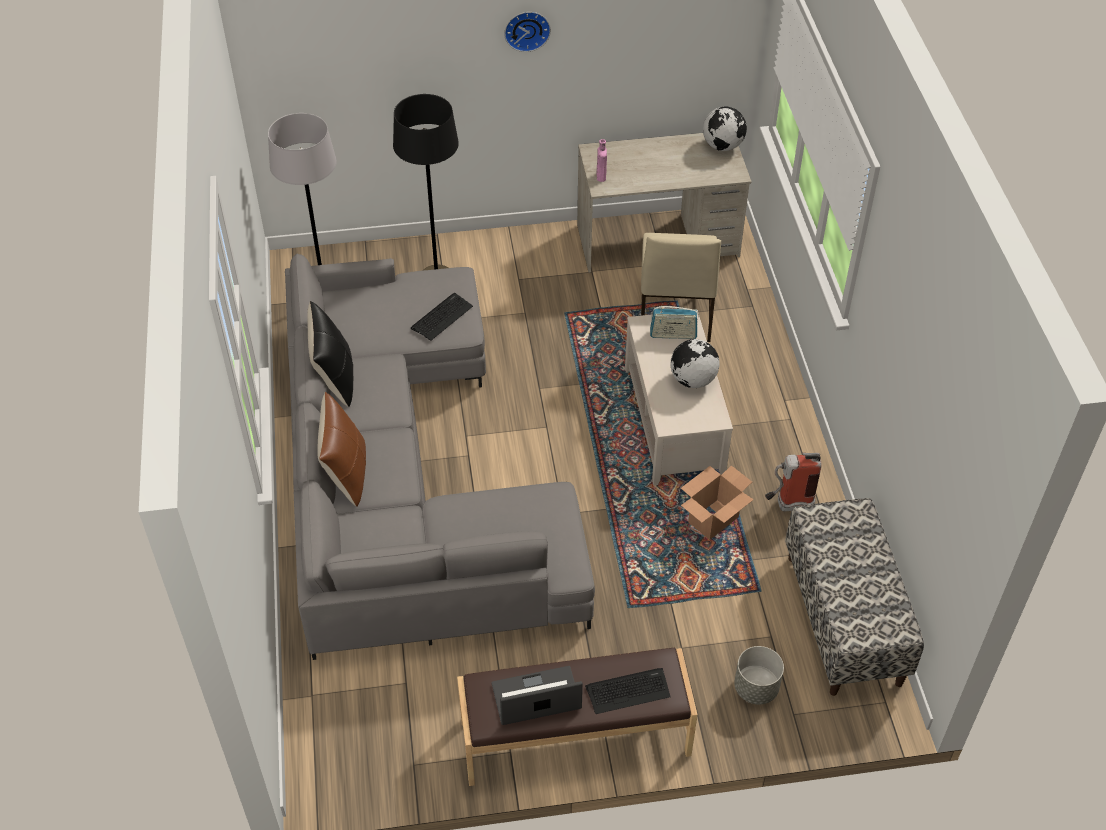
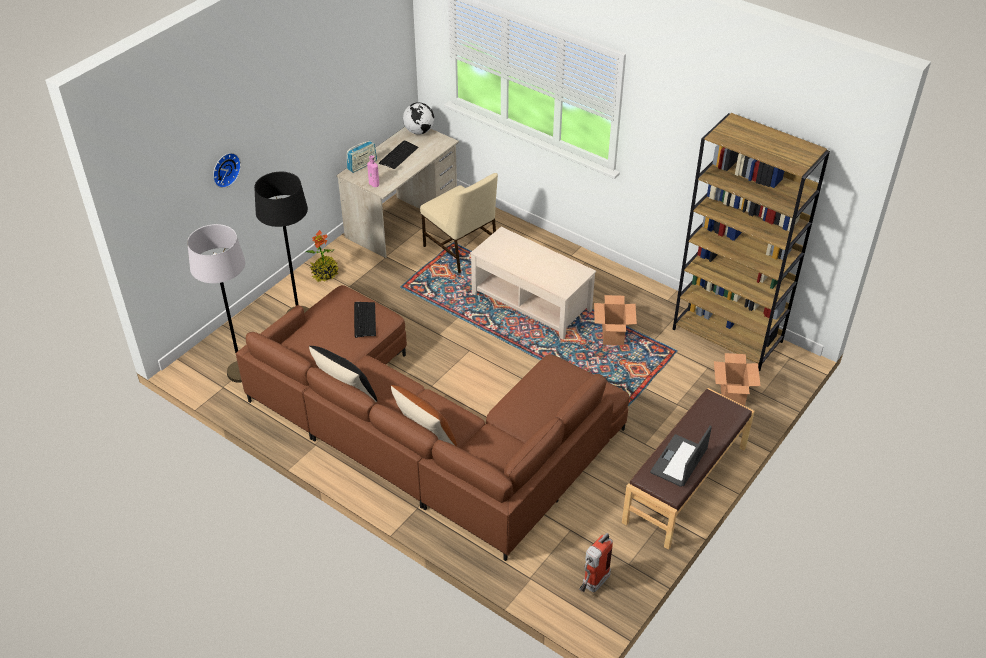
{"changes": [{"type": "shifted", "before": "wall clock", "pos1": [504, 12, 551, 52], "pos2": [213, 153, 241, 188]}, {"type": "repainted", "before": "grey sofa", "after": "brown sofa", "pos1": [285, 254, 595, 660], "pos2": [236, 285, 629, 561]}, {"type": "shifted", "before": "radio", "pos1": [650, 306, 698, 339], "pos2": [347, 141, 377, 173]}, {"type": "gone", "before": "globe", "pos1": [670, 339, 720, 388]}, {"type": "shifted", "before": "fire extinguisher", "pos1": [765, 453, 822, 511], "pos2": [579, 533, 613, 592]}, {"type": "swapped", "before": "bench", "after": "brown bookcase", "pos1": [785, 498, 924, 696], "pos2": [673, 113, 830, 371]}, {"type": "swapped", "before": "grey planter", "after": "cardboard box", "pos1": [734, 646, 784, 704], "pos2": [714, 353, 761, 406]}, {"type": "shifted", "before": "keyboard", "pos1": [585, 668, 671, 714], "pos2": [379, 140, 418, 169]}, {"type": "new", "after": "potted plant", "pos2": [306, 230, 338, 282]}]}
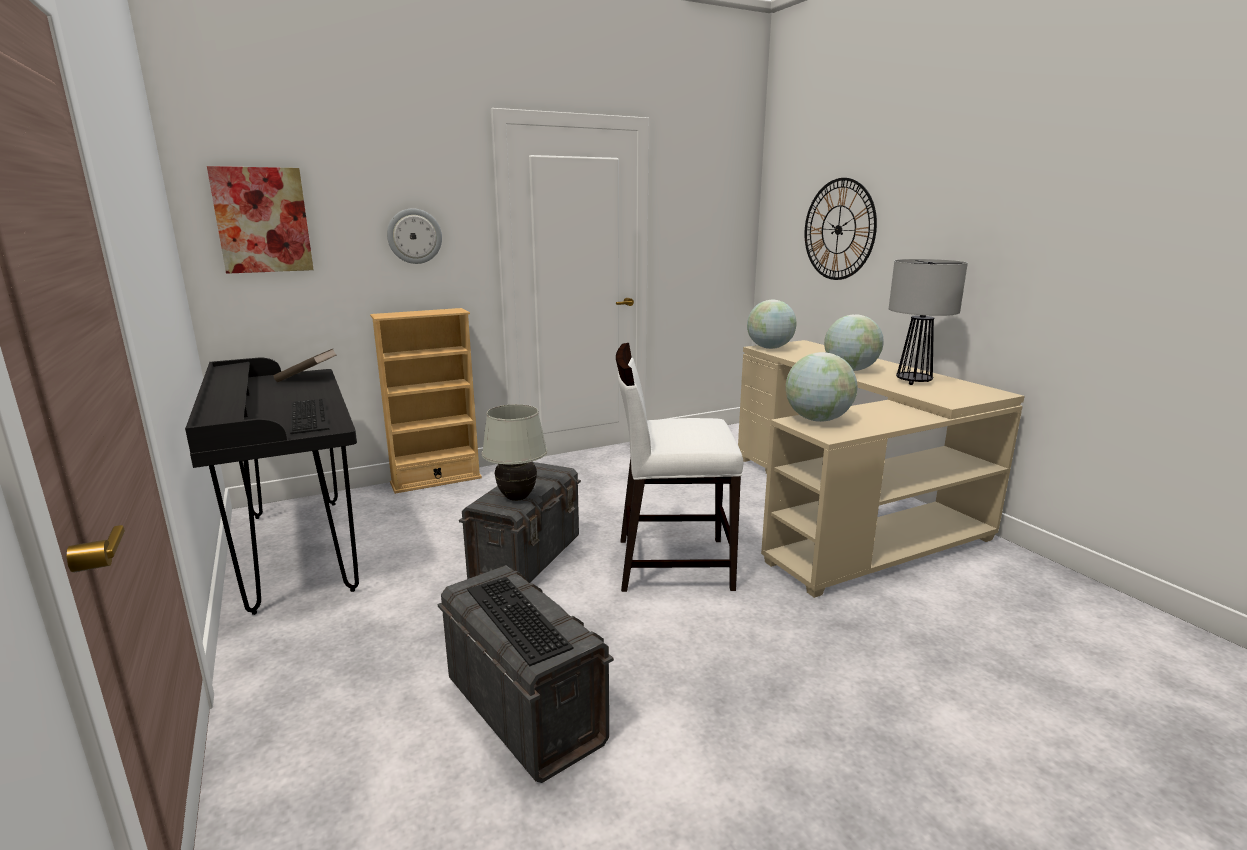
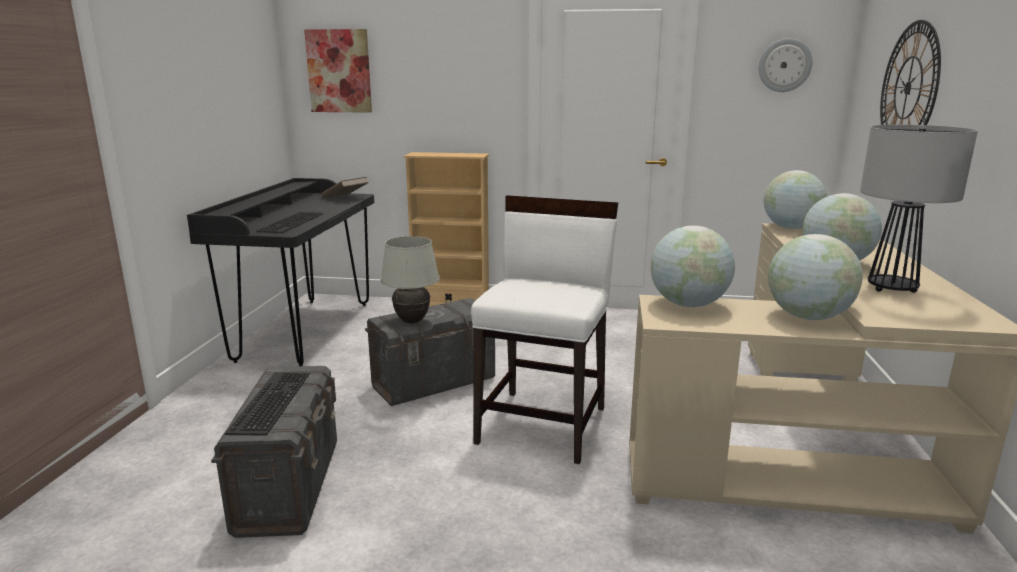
{"changes": [{"type": "shifted", "before": "wall clock", "pos1": [387, 208, 442, 264], "pos2": [759, 38, 812, 92]}, {"type": "rotated", "before": "white chair", "pos1": [616, 343, 743, 592], "pos2": [471, 195, 618, 464], "turn": 75}, {"type": "new", "after": "globe", "pos2": [768, 234, 863, 320]}]}
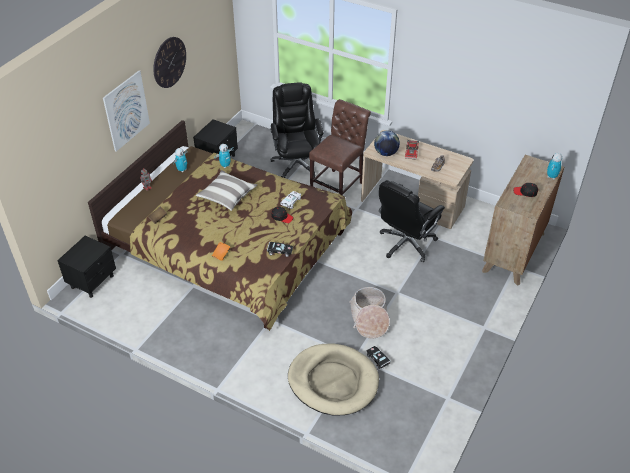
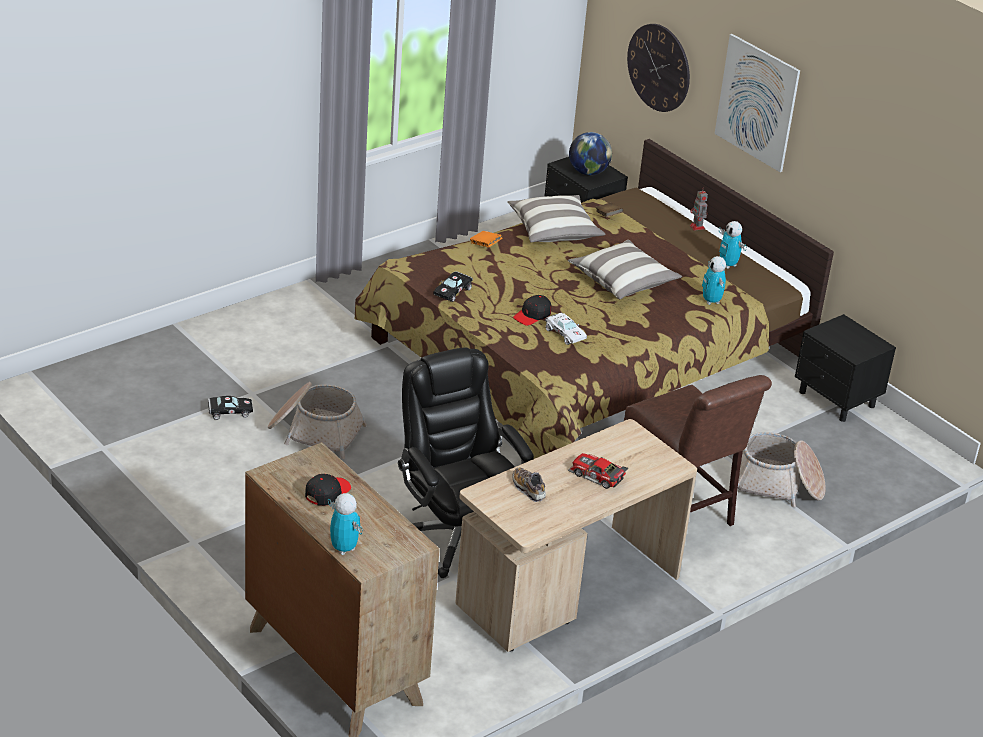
{"changes": [{"type": "shifted", "before": "wall clock", "pos1": [153, 37, 186, 88], "pos2": [627, 24, 690, 112]}, {"type": "swapped", "before": "black office chair", "after": "basket", "pos1": [270, 83, 324, 178], "pos2": [737, 432, 826, 507]}, {"type": "shifted", "before": "globe", "pos1": [374, 131, 400, 156], "pos2": [569, 132, 612, 175]}, {"type": "gone", "before": "beige dog bed", "pos1": [288, 344, 379, 415]}, {"type": "new", "after": "pillow", "pos2": [507, 195, 606, 243]}]}
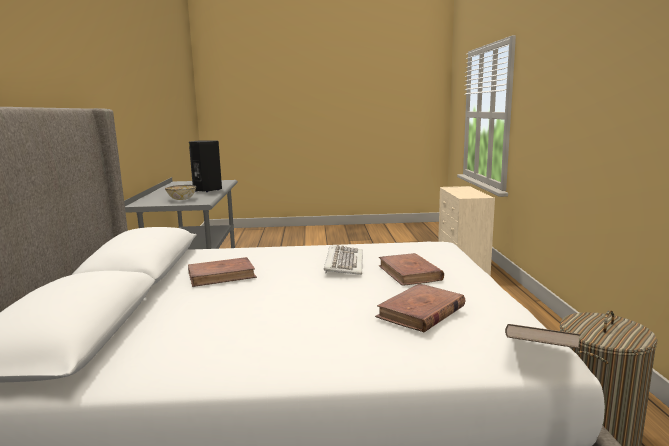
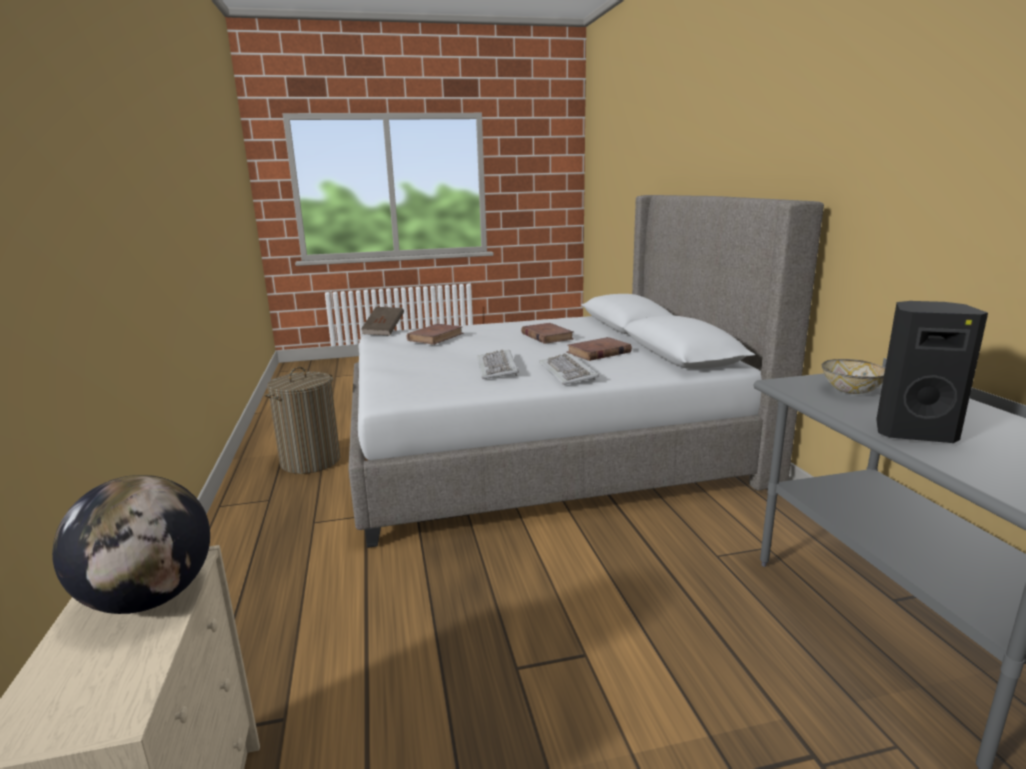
{"changes": [{"type": "shifted", "before": "brown book", "pos1": [379, 253, 444, 286], "pos2": [521, 323, 574, 344]}, {"type": "new", "after": "keyboard", "pos2": [539, 353, 599, 385]}, {"type": "new", "after": "globe", "pos2": [52, 475, 210, 614]}]}
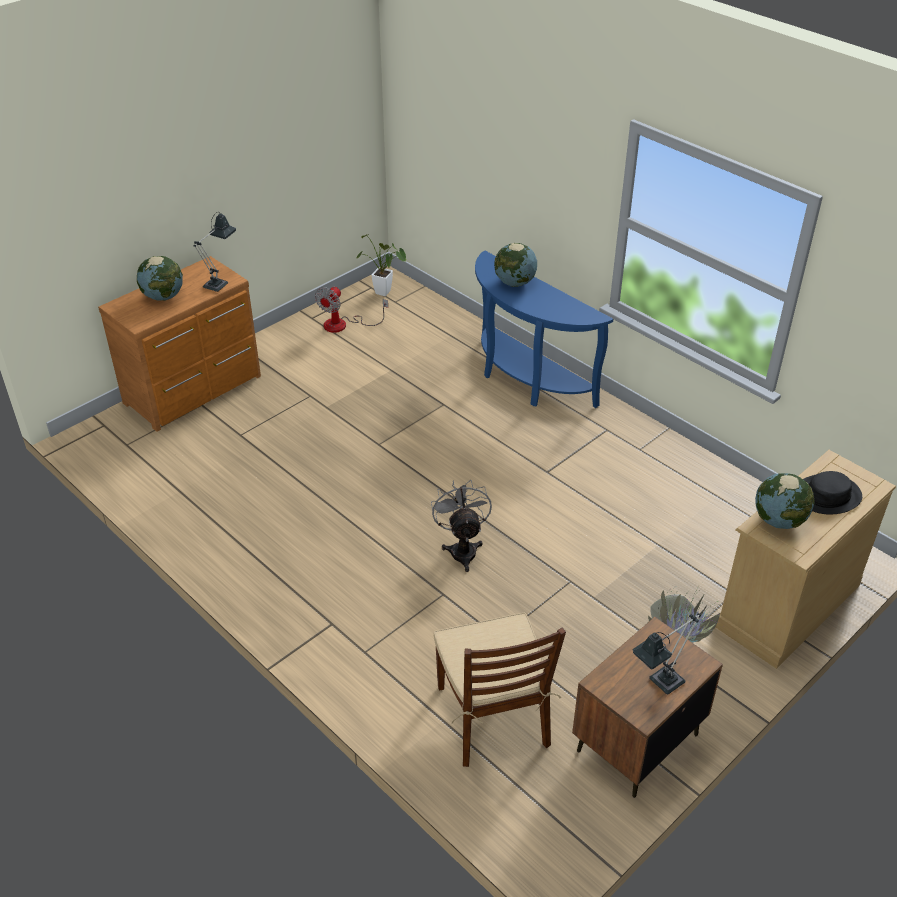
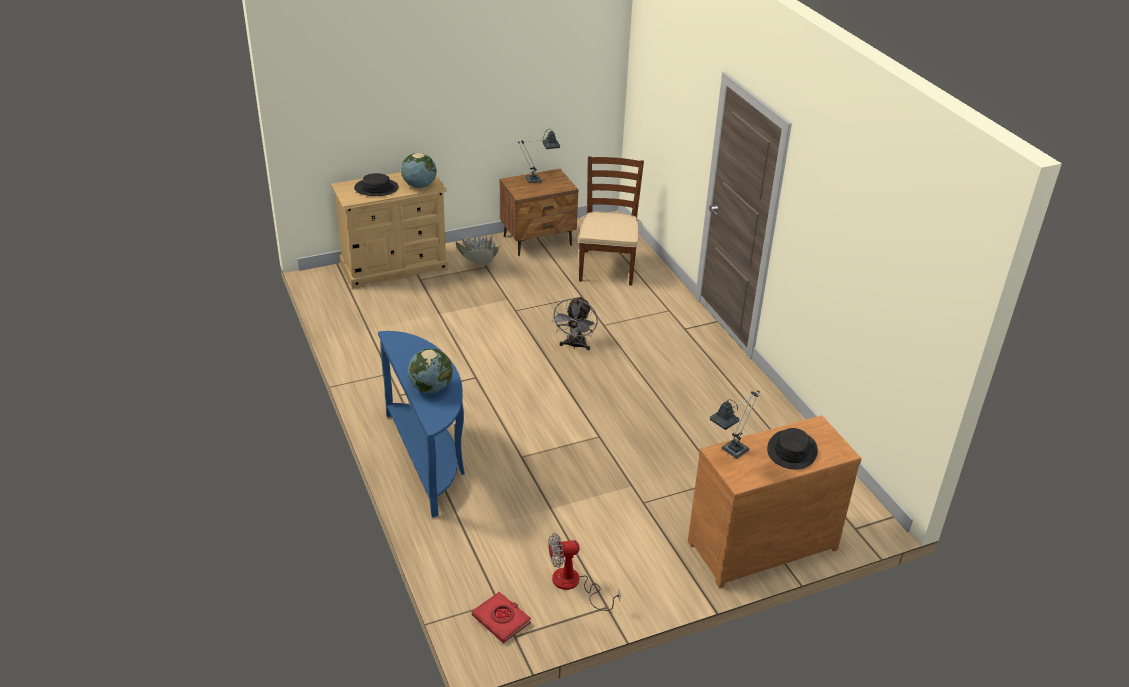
{"changes": [{"type": "swapped", "before": "potted plant", "after": "red book", "pos1": [356, 234, 406, 296], "pos2": [472, 592, 531, 643]}, {"type": "swapped", "before": "globe", "after": "black hat", "pos1": [137, 256, 183, 301], "pos2": [767, 428, 818, 469]}, {"type": "rotated", "before": "fan", "pos1": [315, 286, 388, 333], "pos2": [548, 533, 621, 611], "turn": -150}]}
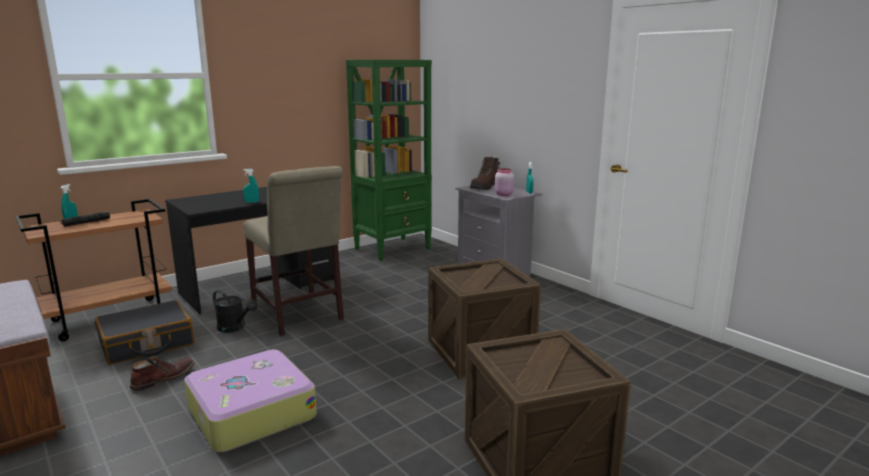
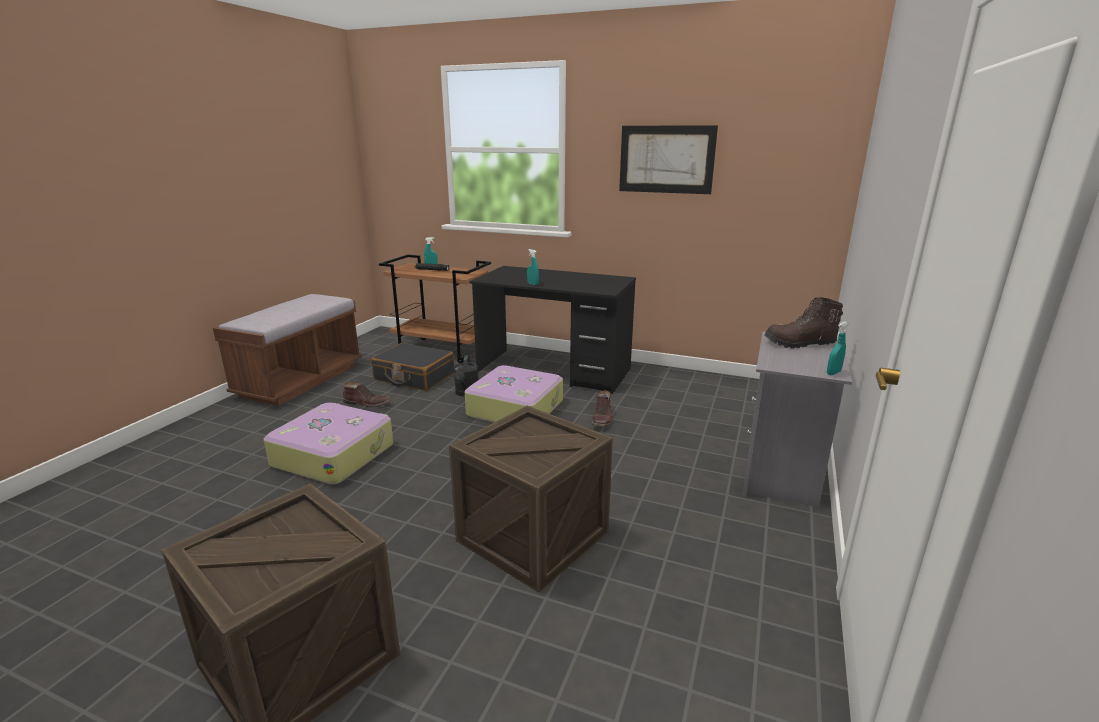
{"changes": [{"type": "gone", "before": "green bookcase", "pos1": [346, 60, 432, 261]}, {"type": "swapped", "before": "beige chair", "after": "suitcase", "pos1": [243, 166, 344, 336], "pos2": [464, 365, 563, 422]}, {"type": "gone", "before": "pink jar", "pos1": [495, 168, 514, 196]}, {"type": "new", "after": "picture", "pos2": [619, 125, 718, 194]}, {"type": "new", "after": "brown boot", "pos2": [591, 390, 612, 427]}]}
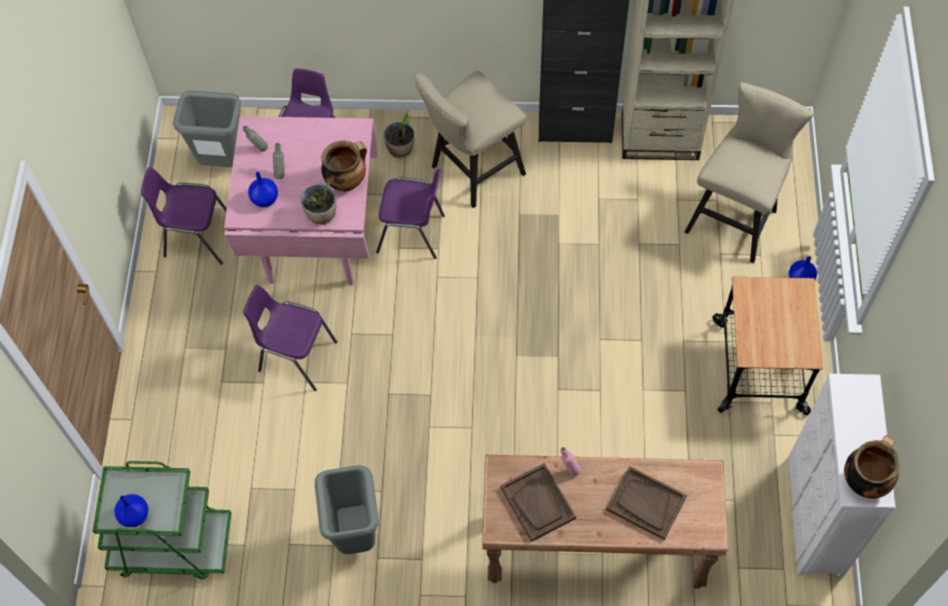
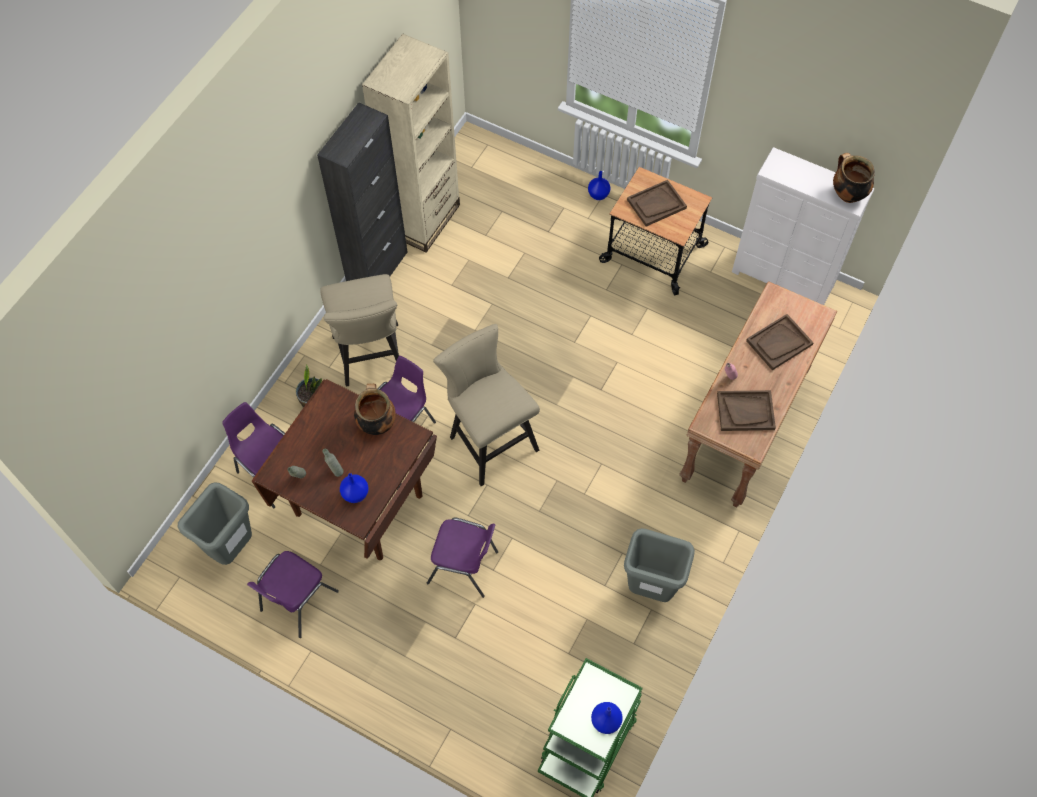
{"changes": [{"type": "shifted", "before": "beige stool", "pos1": [685, 82, 814, 263], "pos2": [433, 324, 540, 486]}, {"type": "repainted", "before": "pink dining table", "after": "brown dining table", "pos1": [224, 116, 377, 285], "pos2": [252, 379, 437, 560]}, {"type": "gone", "before": "potted plant", "pos1": [301, 182, 336, 225]}, {"type": "rotated", "before": "purple chair", "pos1": [243, 285, 337, 391], "pos2": [427, 518, 498, 598], "turn": -120}, {"type": "new", "after": "brown tray", "pos2": [627, 180, 687, 227]}]}
